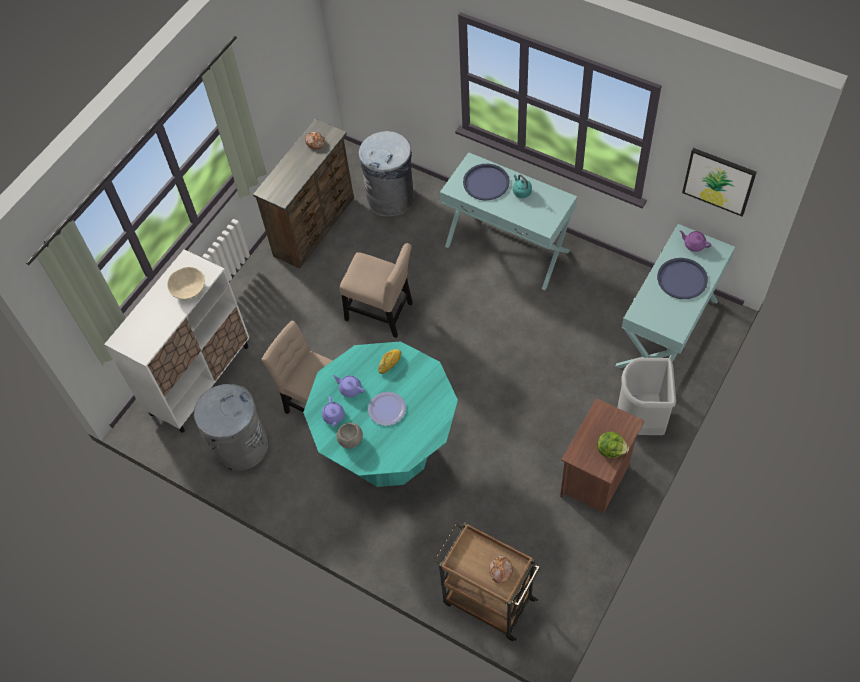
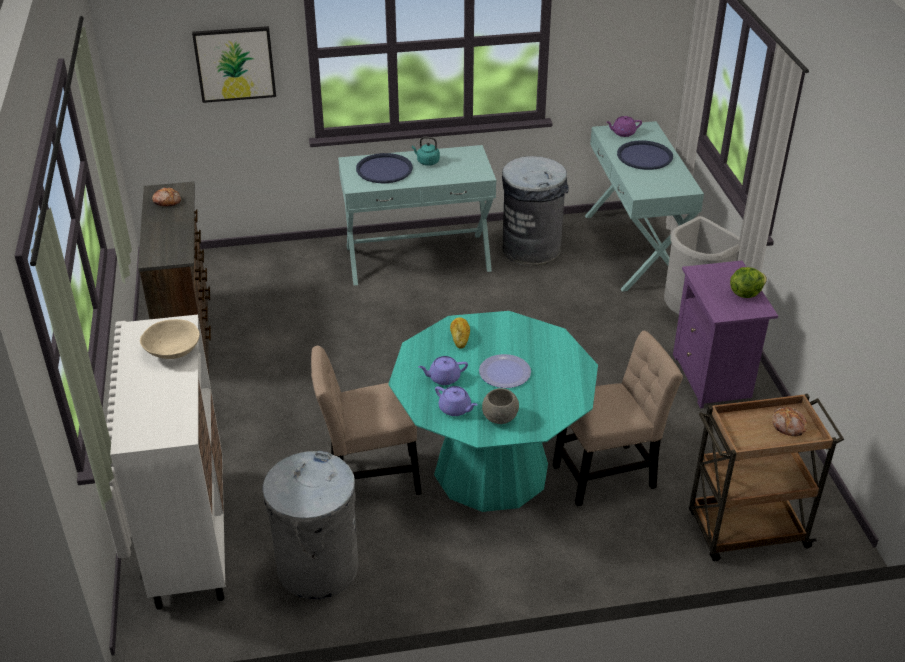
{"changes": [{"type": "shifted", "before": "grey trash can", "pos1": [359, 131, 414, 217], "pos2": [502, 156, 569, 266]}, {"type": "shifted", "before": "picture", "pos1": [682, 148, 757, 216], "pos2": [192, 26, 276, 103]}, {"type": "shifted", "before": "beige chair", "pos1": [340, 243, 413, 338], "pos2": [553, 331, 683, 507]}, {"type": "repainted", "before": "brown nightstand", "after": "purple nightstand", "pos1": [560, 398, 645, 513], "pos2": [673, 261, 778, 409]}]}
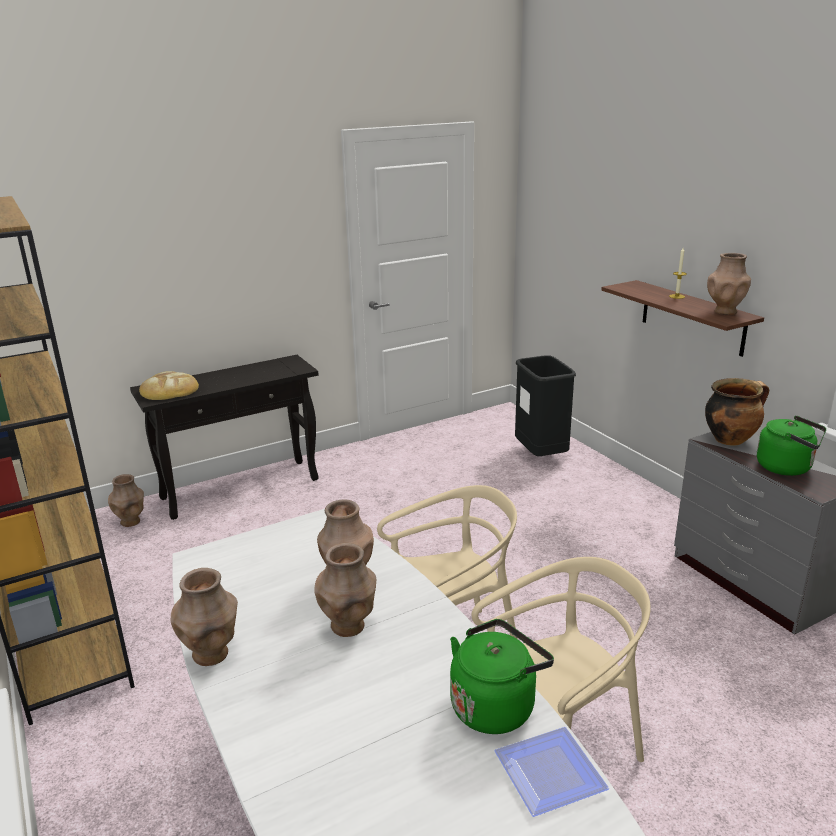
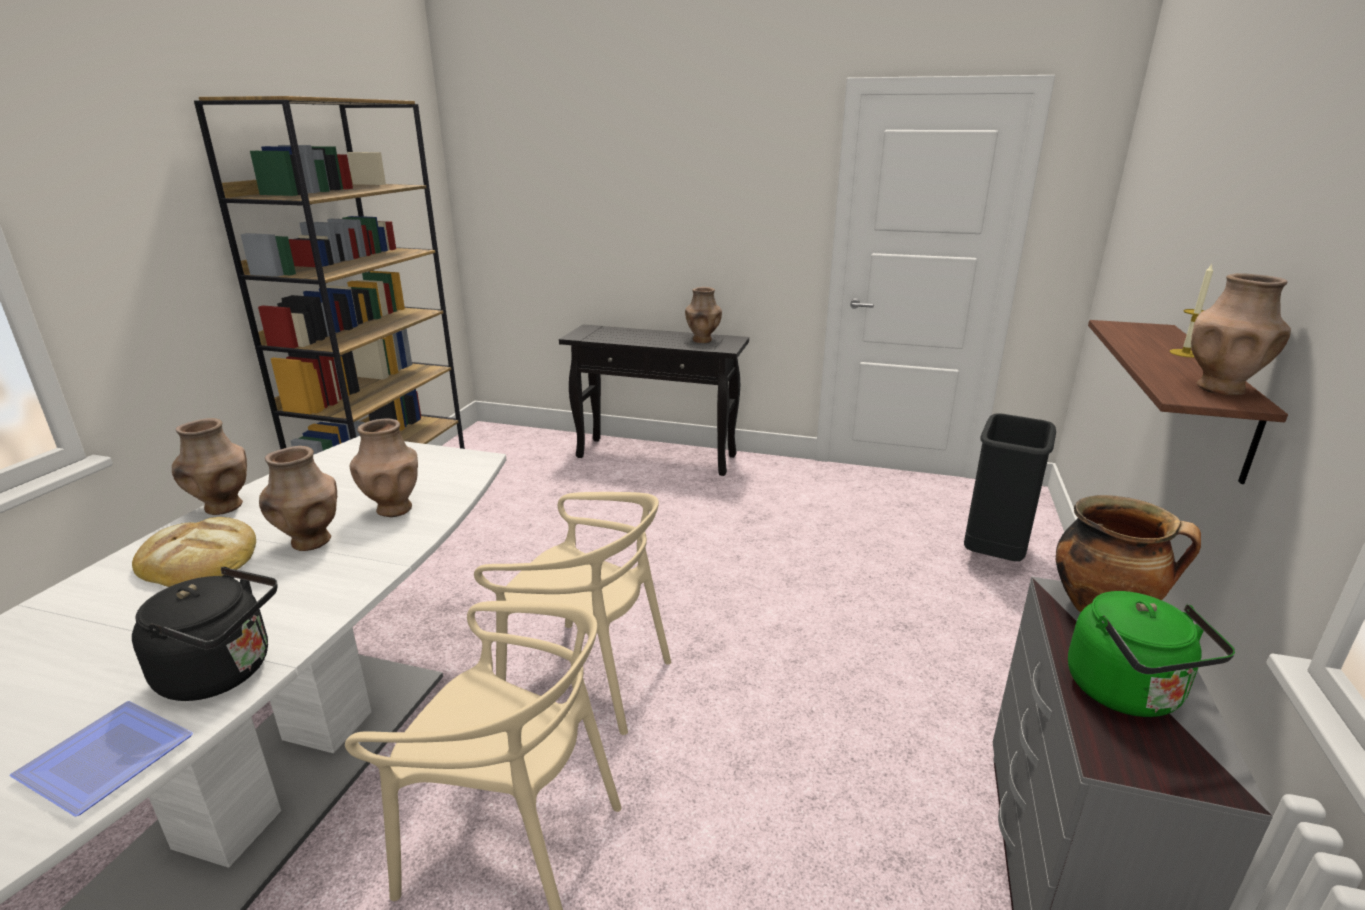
{"changes": [{"type": "shifted", "before": "bread", "pos1": [139, 371, 199, 400], "pos2": [132, 517, 256, 587]}, {"type": "shifted", "before": "brown vase", "pos1": [108, 474, 144, 527], "pos2": [685, 287, 722, 343]}, {"type": "repainted", "before": "green kettle", "after": "black kettle", "pos1": [450, 619, 554, 734], "pos2": [132, 567, 278, 701]}]}
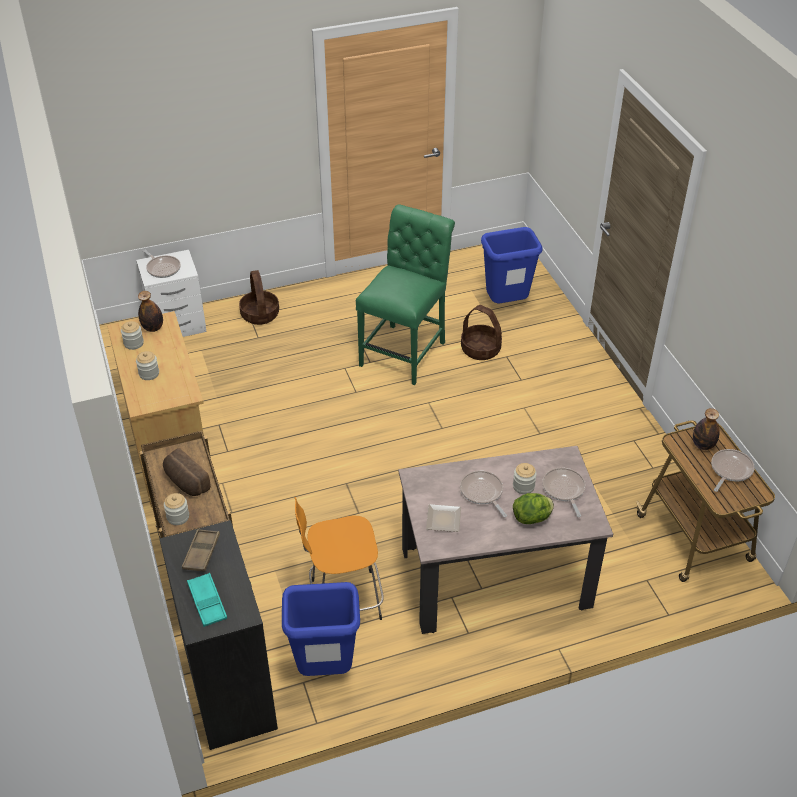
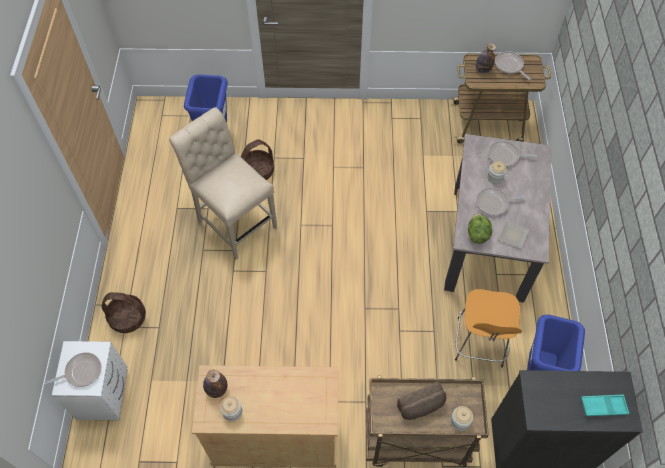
{"changes": [{"type": "repainted", "before": "green chair", "after": "beige chair", "pos1": [356, 205, 455, 385], "pos2": [169, 107, 277, 260]}, {"type": "gone", "before": "jar", "pos1": [136, 351, 159, 380]}, {"type": "shifted", "before": "lettuce", "pos1": [513, 493, 554, 524], "pos2": [468, 214, 492, 244]}, {"type": "gone", "before": "brown tray", "pos1": [182, 529, 220, 572]}]}
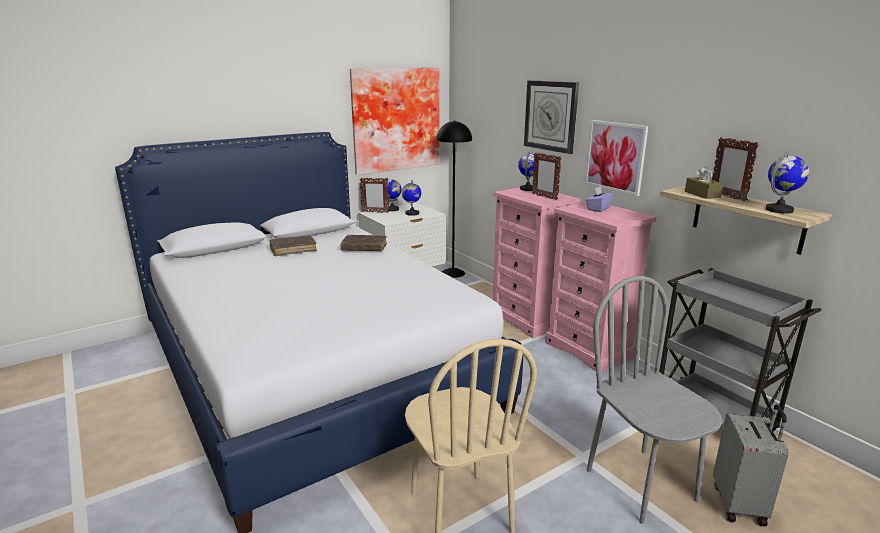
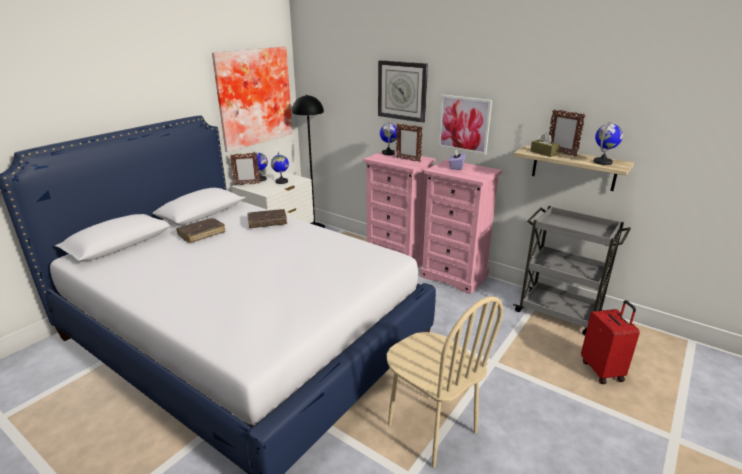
{"changes": [{"type": "gone", "before": "grey chair", "pos1": [587, 276, 723, 524]}, {"type": "repainted", "before": "grey suitcase", "after": "red suitcase", "pos1": [713, 405, 789, 526], "pos2": [581, 300, 640, 384]}]}
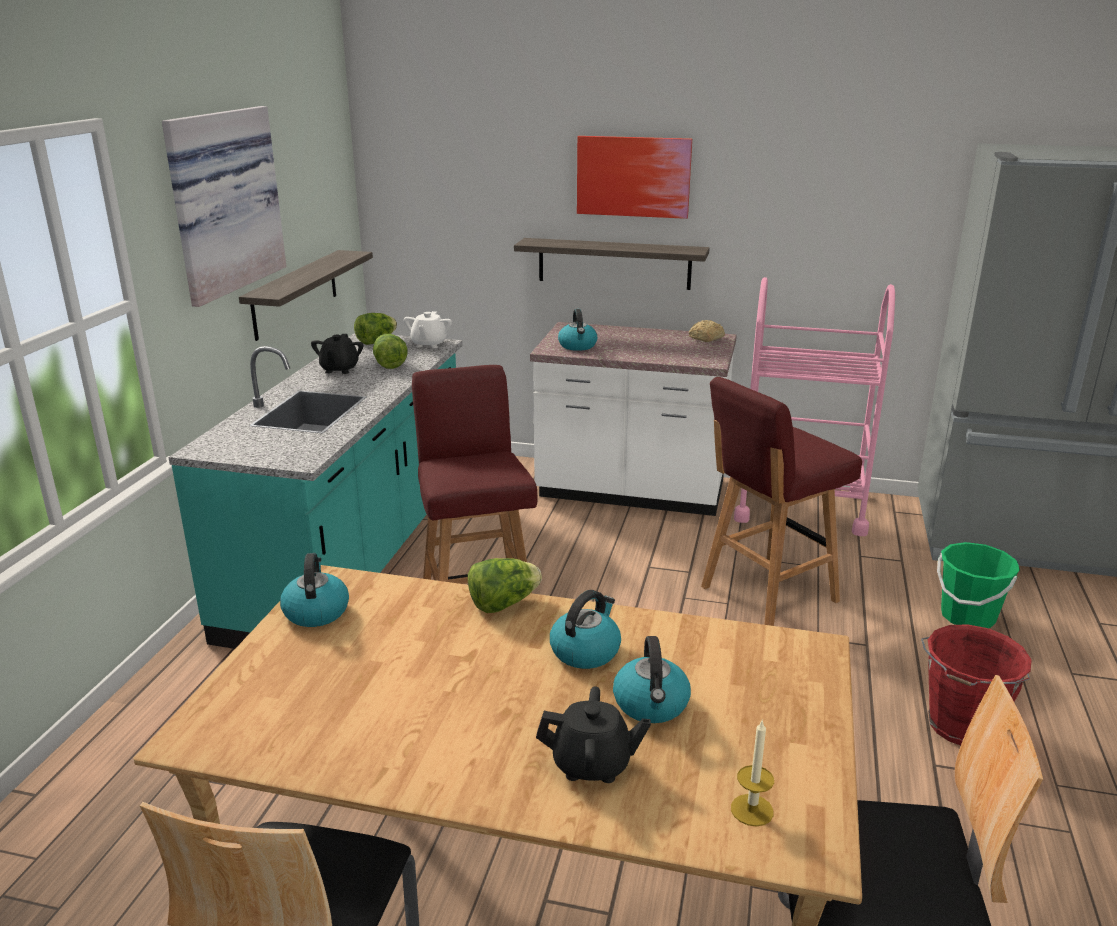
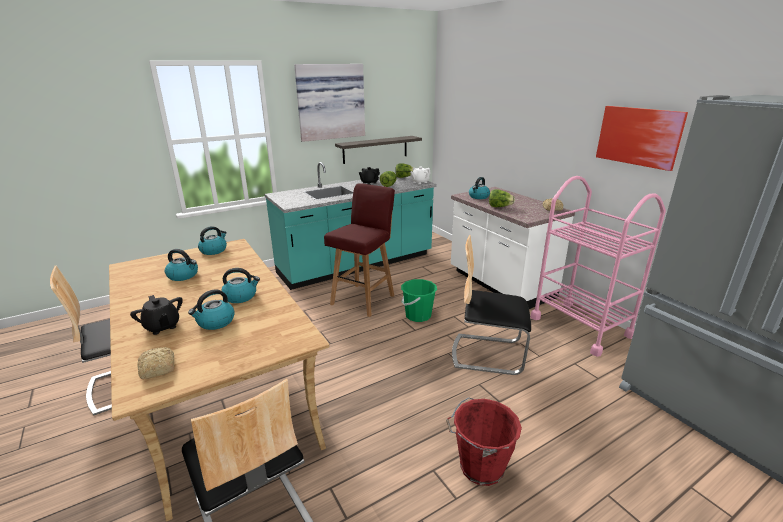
{"changes": [{"type": "shifted", "before": "picture", "pos1": [577, 136, 692, 219], "pos2": [596, 106, 688, 171]}, {"type": "gone", "before": "shelf", "pos1": [514, 238, 710, 290]}, {"type": "swapped", "before": "red stool", "after": "chair", "pos1": [701, 377, 862, 626], "pos2": [452, 235, 531, 375]}, {"type": "shifted", "before": "green bucket", "pos1": [937, 542, 1020, 628], "pos2": [401, 279, 437, 322]}, {"type": "shifted", "before": "lettuce", "pos1": [468, 558, 542, 613], "pos2": [489, 190, 515, 207]}, {"type": "swapped", "before": "candle", "after": "bread", "pos1": [731, 719, 774, 827], "pos2": [137, 347, 174, 379]}, {"type": "new", "after": "kettle", "pos2": [165, 249, 198, 281]}]}
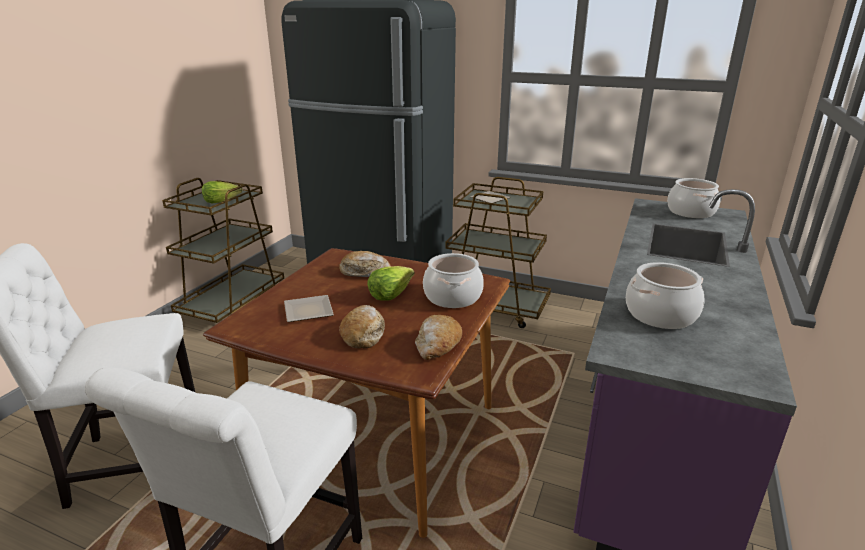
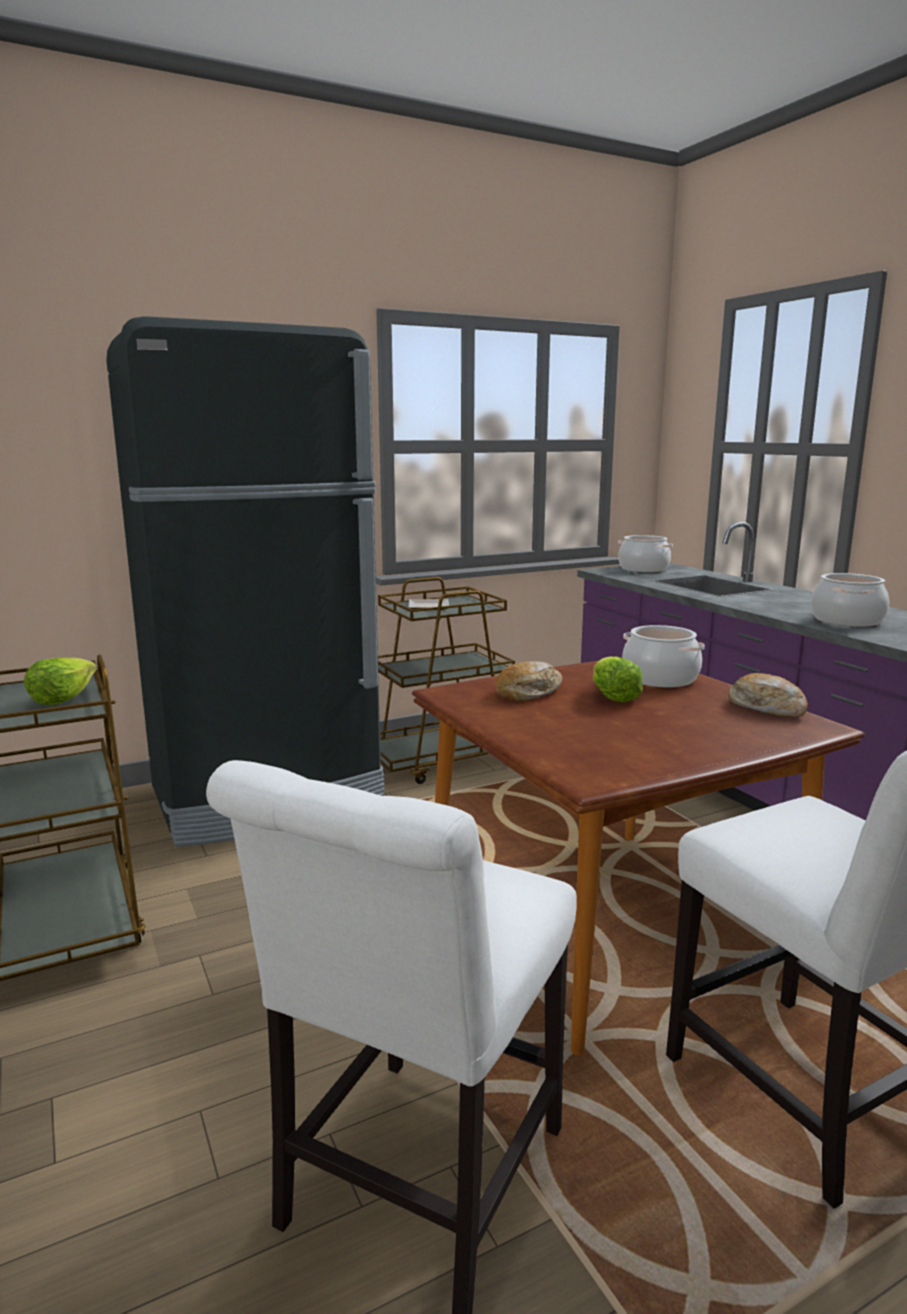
{"changes": [{"type": "gone", "before": "plate", "pos1": [284, 295, 334, 322]}, {"type": "gone", "before": "bread", "pos1": [339, 305, 385, 349]}]}
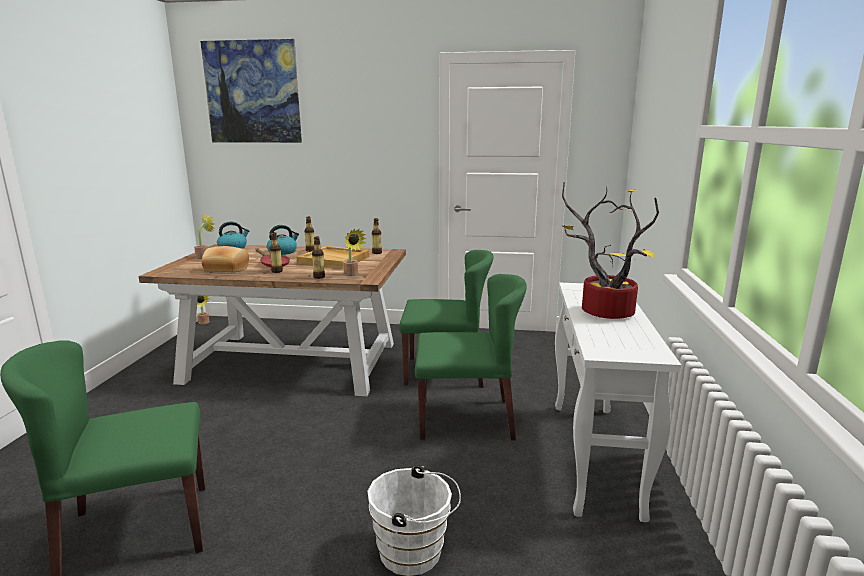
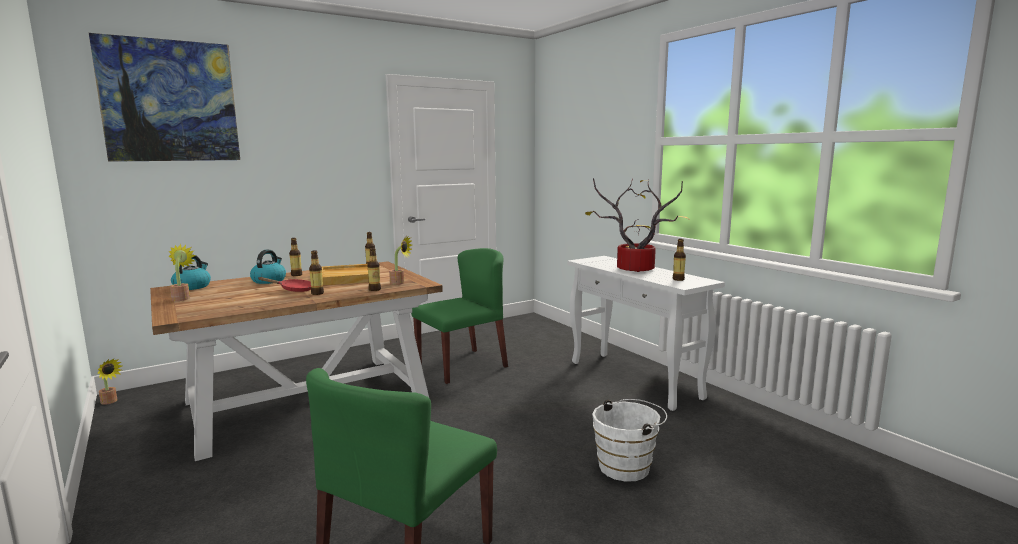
{"changes": [{"type": "gone", "before": "bread", "pos1": [201, 246, 249, 272]}, {"type": "gone", "before": "green chair", "pos1": [415, 274, 527, 441]}, {"type": "new", "after": "bottle", "pos2": [673, 239, 686, 281]}]}
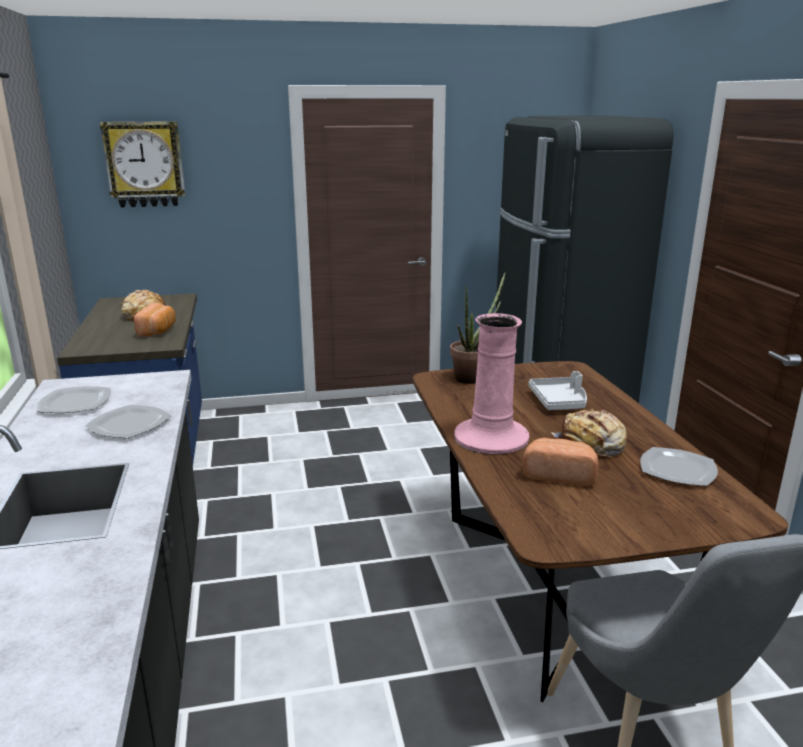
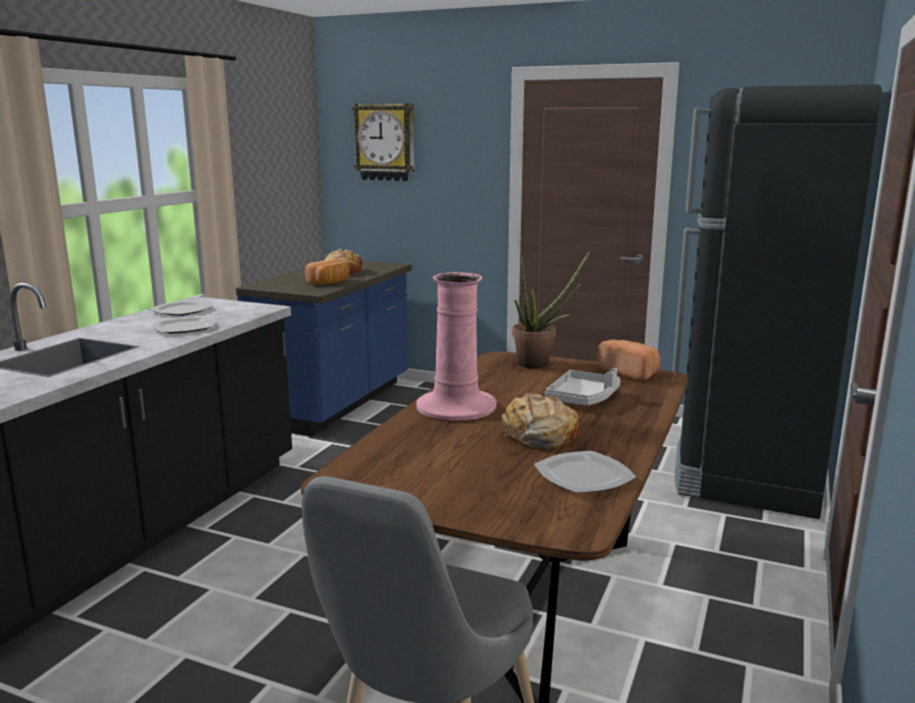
{"changes": [{"type": "shifted", "before": "bread", "pos1": [523, 438, 598, 486], "pos2": [597, 339, 661, 380]}]}
